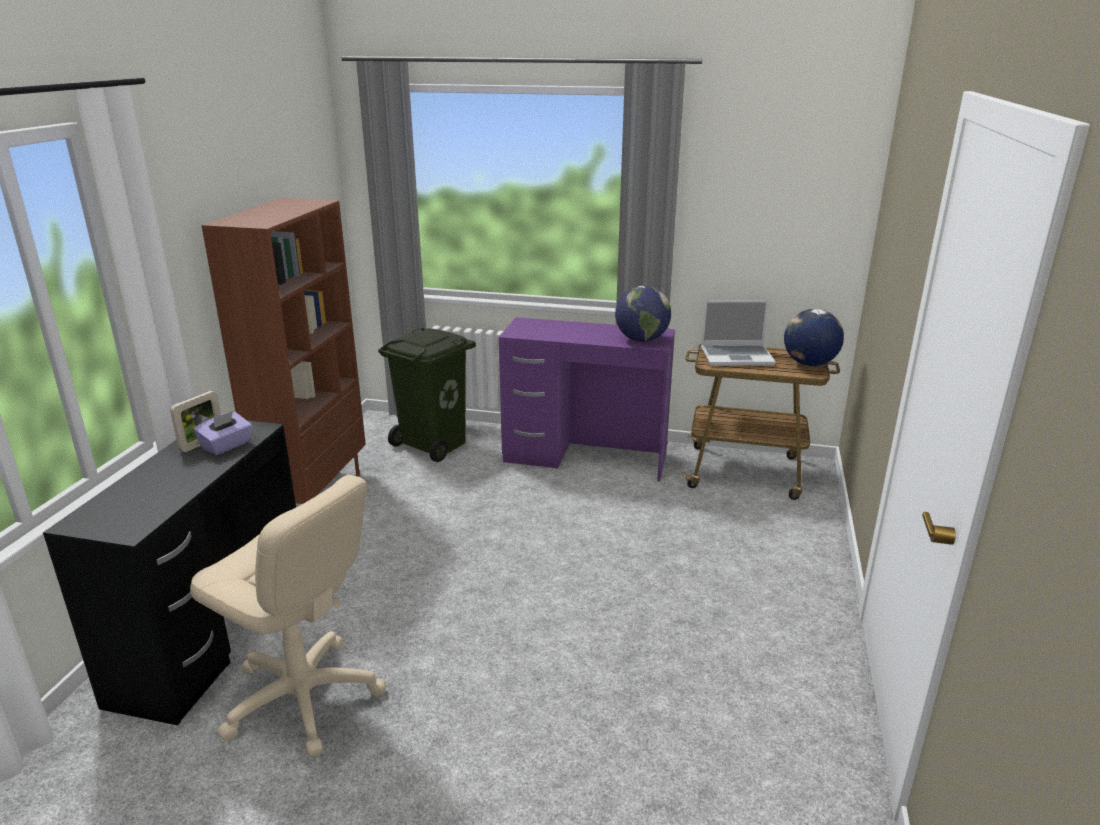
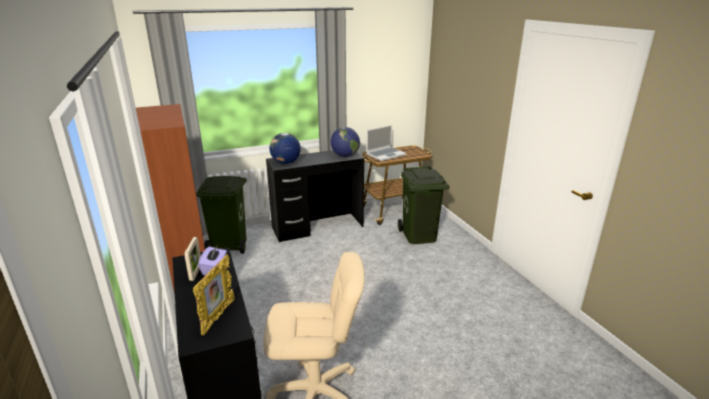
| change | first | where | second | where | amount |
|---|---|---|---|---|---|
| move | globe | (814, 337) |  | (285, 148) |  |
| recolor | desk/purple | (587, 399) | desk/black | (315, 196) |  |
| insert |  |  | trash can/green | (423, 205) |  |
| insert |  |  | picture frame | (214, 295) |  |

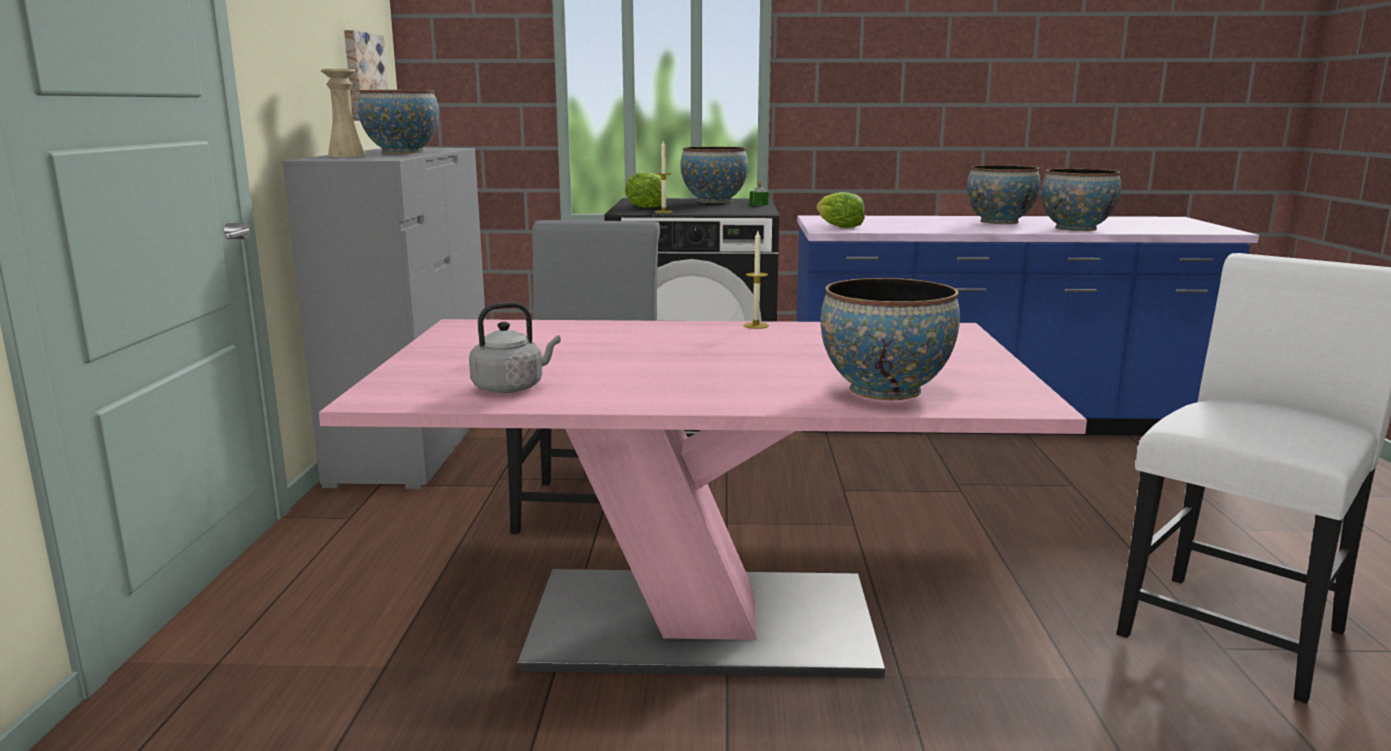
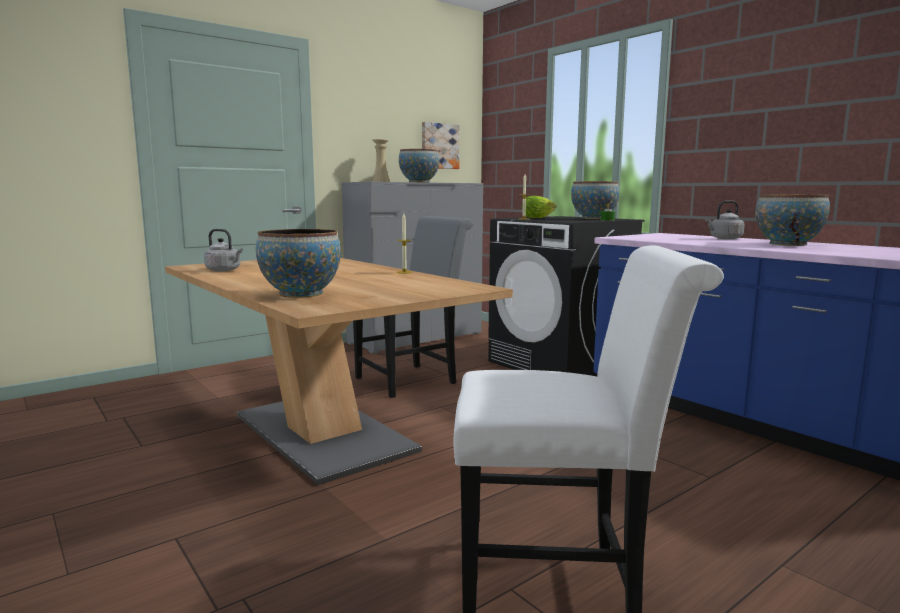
| change | first | where | second | where | amount |
|---|---|---|---|---|---|
| delete | bowl | (1081, 200) |  |  |  |
| delete | lettuce | (840, 210) |  |  |  |
| recolor | dining table/pink | (703, 498) | dining table/brown | (339, 371) |  |
| insert |  |  | kettle/grey | (725, 219) |  |

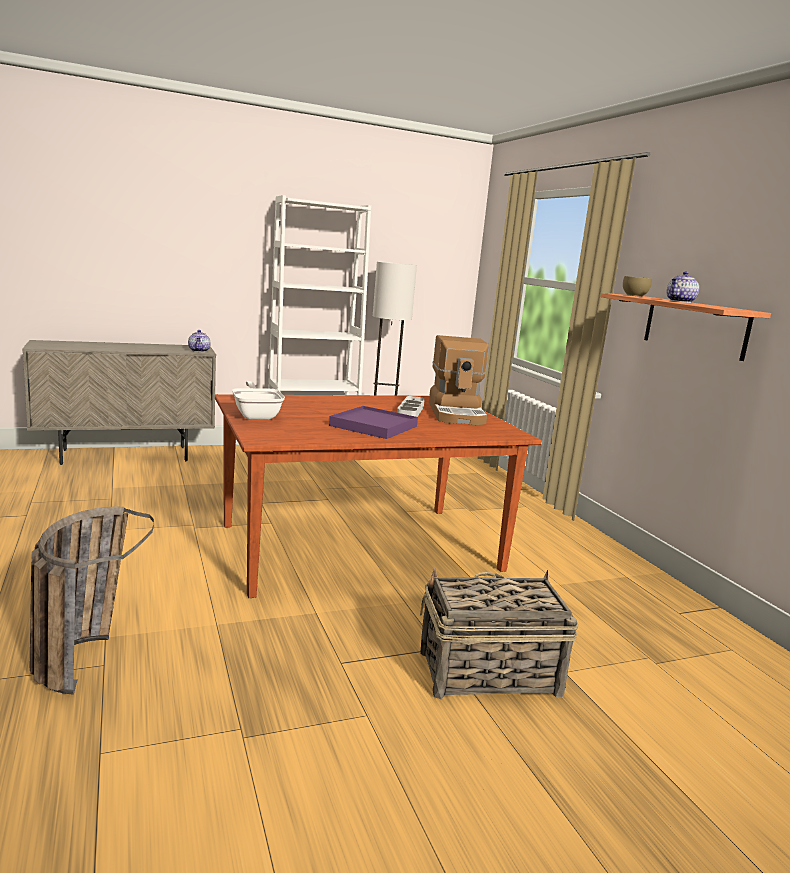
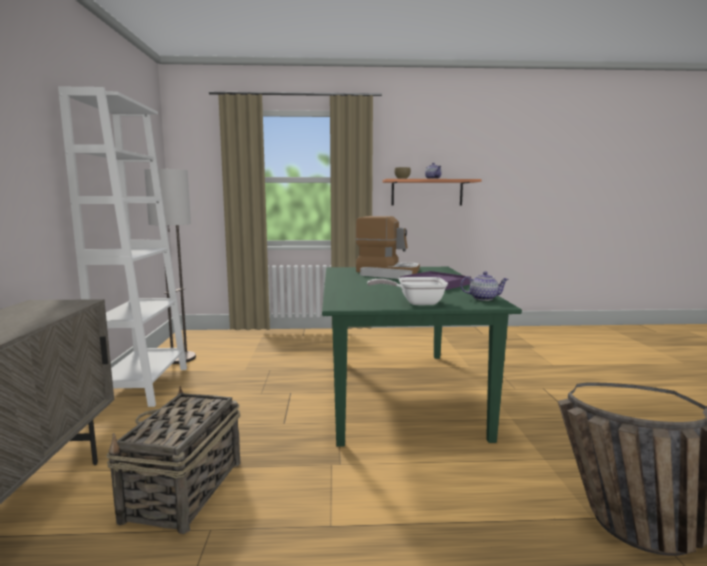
| change | first | where | second | where | amount |
|---|---|---|---|---|---|
| move | teapot | (199, 341) |  | (485, 286) |  |
| recolor | dining table/brown | (378, 496) | dining table/green | (422, 357) |  |
| move | basket | (499, 634) |  | (174, 460) |  |

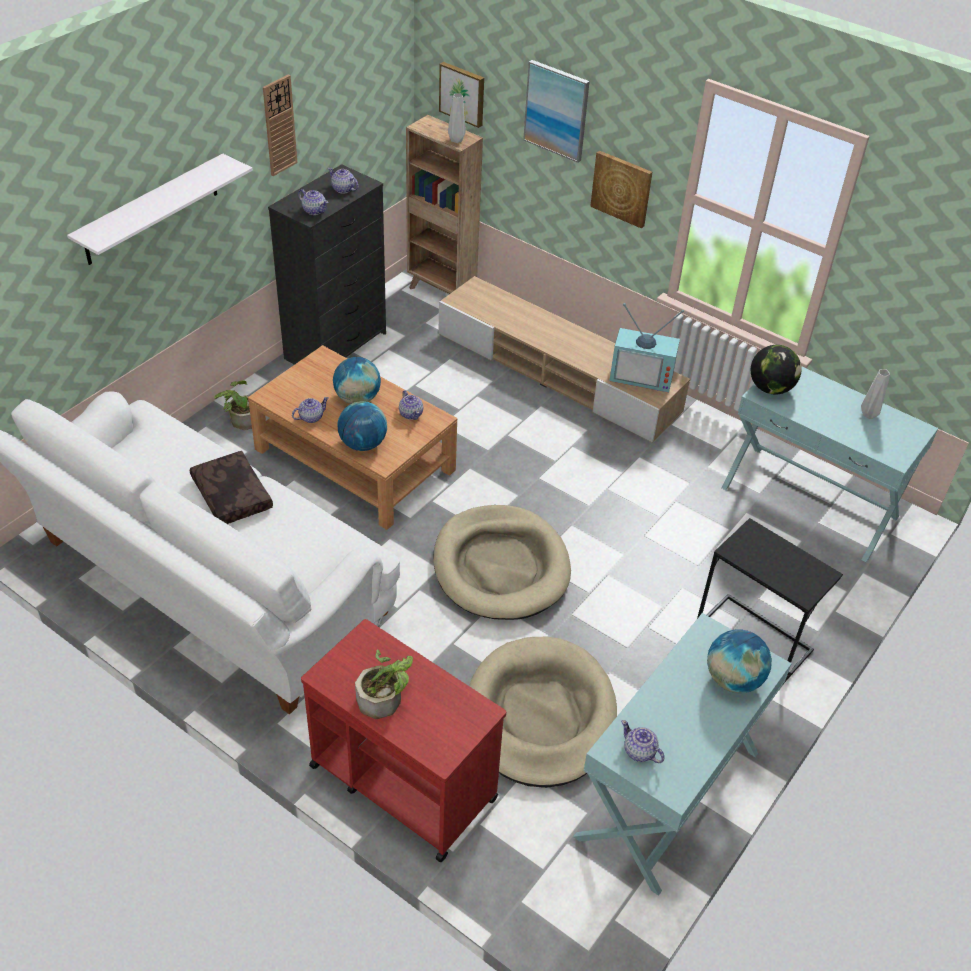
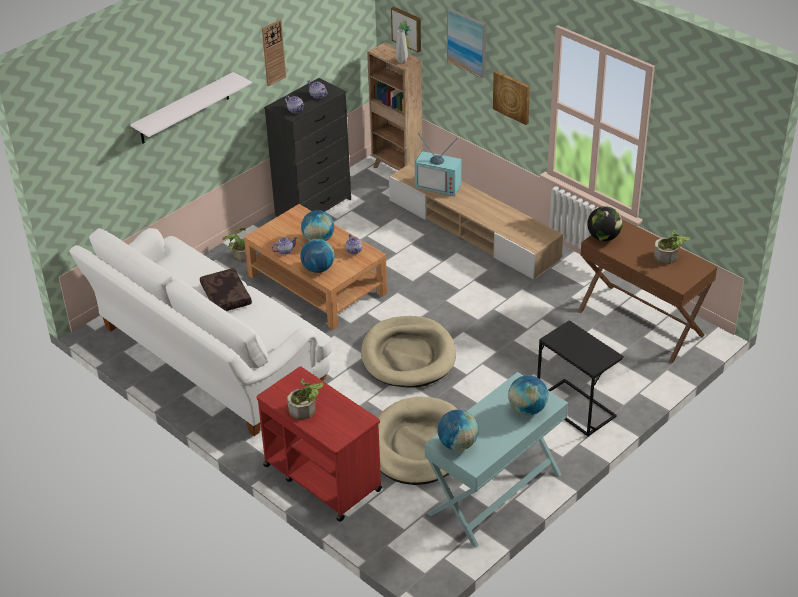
| change | first | where | second | where | amount |
|---|---|---|---|---|---|
| move | television | (646, 347) |  | (438, 164) |  |
| recolor | console table/turquoise | (830, 464) | console table/brown | (647, 291) |  |
| replace | vase/grey | (875, 394) | potted plant | (672, 247) |  |
| replace | teapot | (642, 741) | globe | (458, 430) |  |

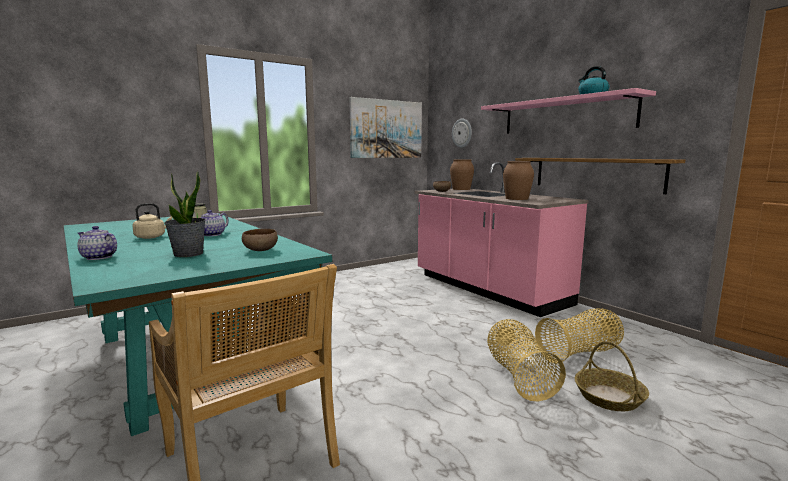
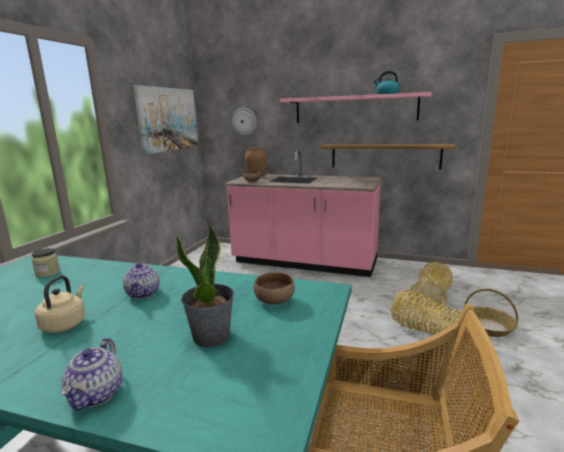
| change | first | where | second | where | amount |
|---|---|---|---|---|---|
| delete | vase/brown | (518, 180) |  |  |  |
| rotate | teapot | (97, 243) |  | (92, 374) | 75 degrees counterclockwise |

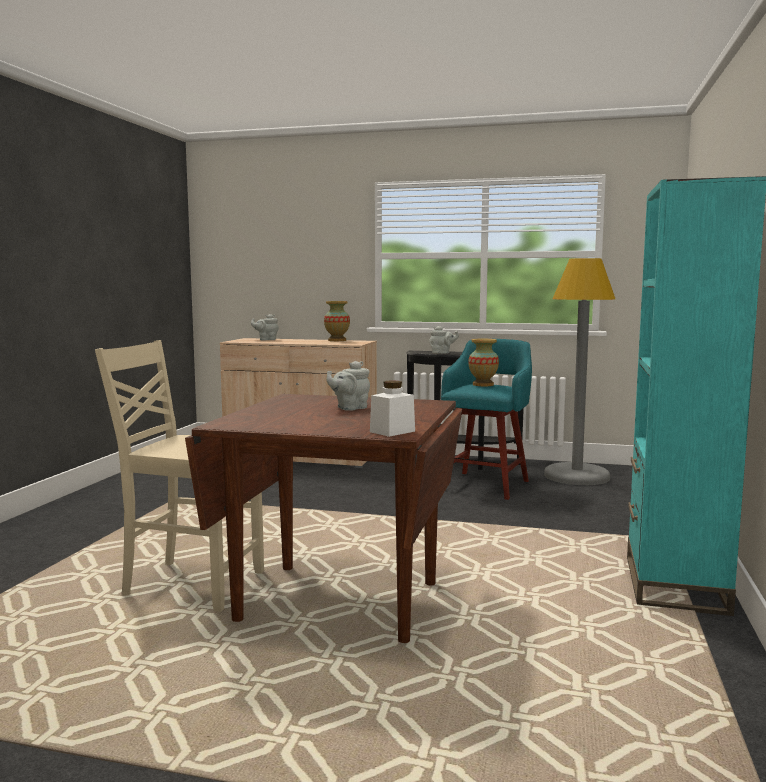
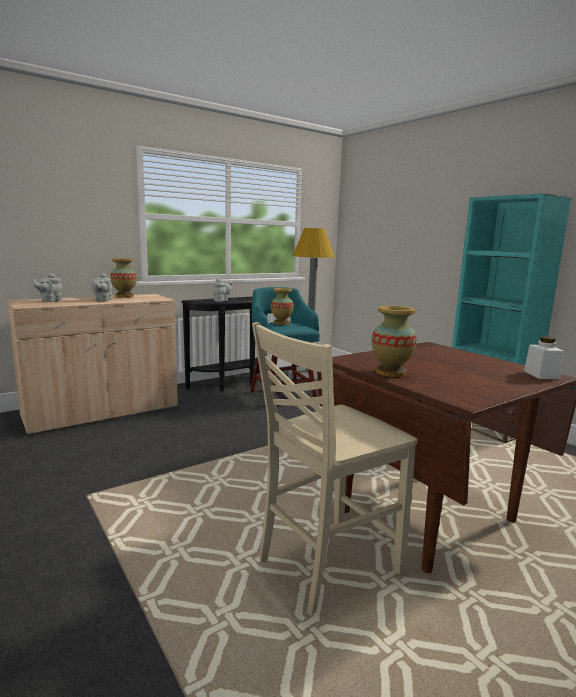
| change | first | where | second | where | amount |
|---|---|---|---|---|---|
| move | teapot/grey | (348, 386) |  | (101, 287) |  |
| insert |  |  | vase | (394, 341) |  |

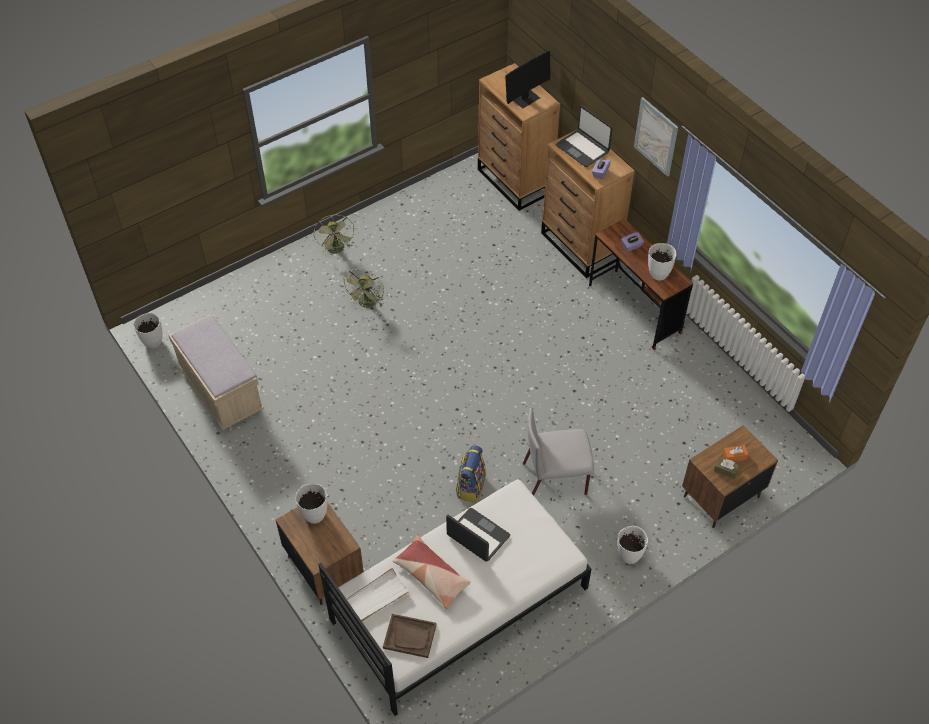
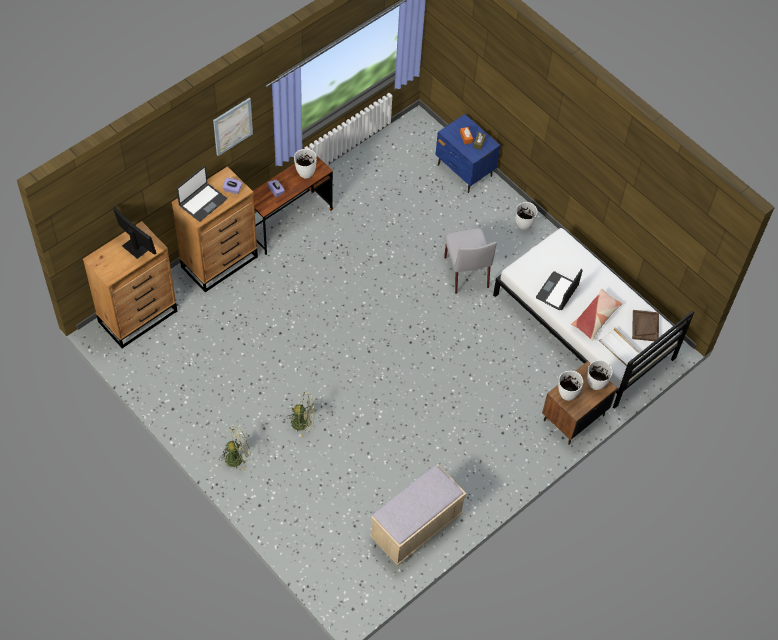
| change | first | where | second | where | amount |
|---|---|---|---|---|---|
| move | vase/white | (148, 330) |  | (599, 375) |  |
| recolor | nightstand/brown | (730, 477) | nightstand/blue | (467, 153) |  |
| delete | backpack | (471, 474) |  |  |  |

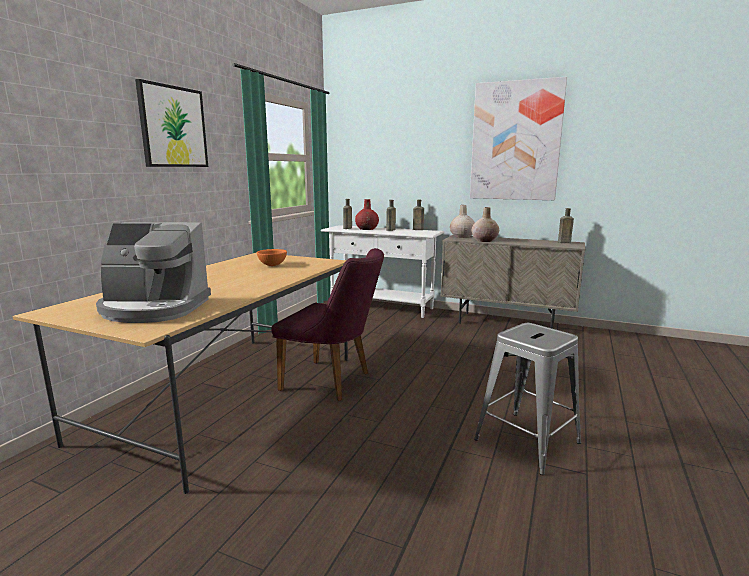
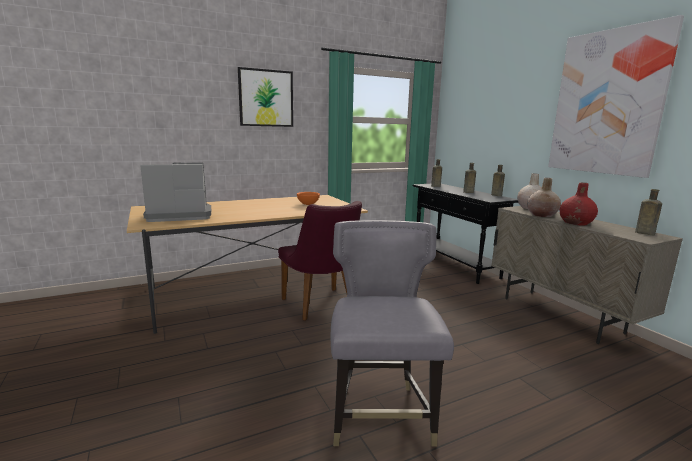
| change | first | where | second | where | amount |
|---|---|---|---|---|---|
| move | vase/red | (367, 214) |  | (579, 203) |  |
| rotate | coffee machine | (153, 272) |  | (175, 192) | 120 degrees clockwise |
| recolor | console table/white | (382, 271) | console table/black | (465, 234) |  |
| replace | stool/grey | (527, 399) | chair/grey | (392, 333) |  |

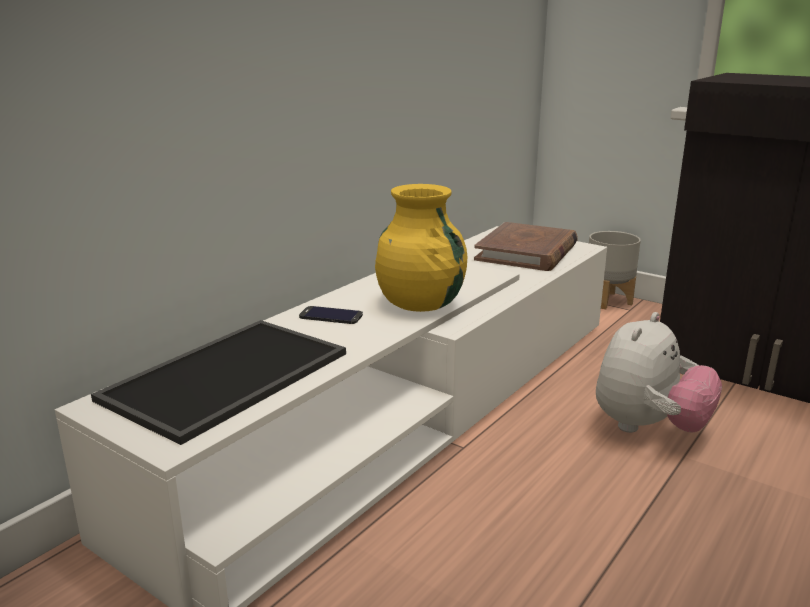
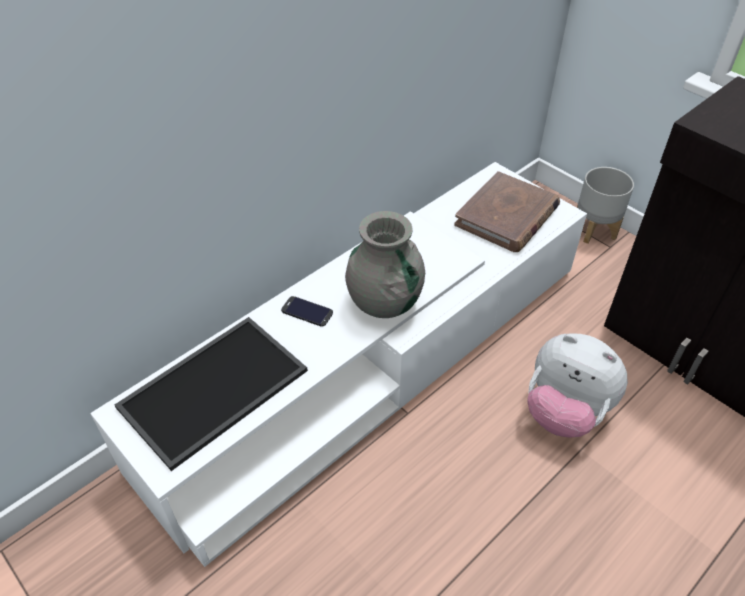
| change | first | where | second | where | amount |
|---|---|---|---|---|---|
| recolor | vase/yellow | (421, 248) | vase/grey | (385, 264) |  |
| rotate | plush toy | (659, 372) |  | (577, 385) | 75 degrees clockwise |

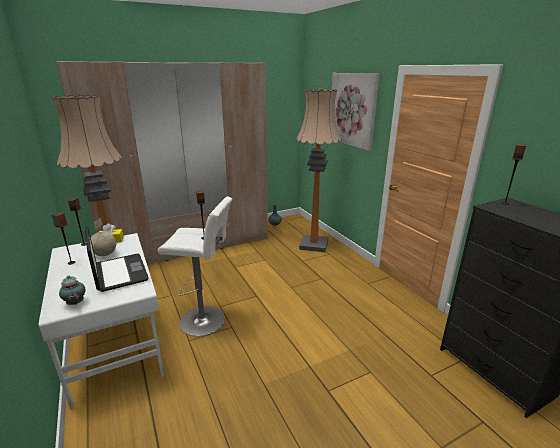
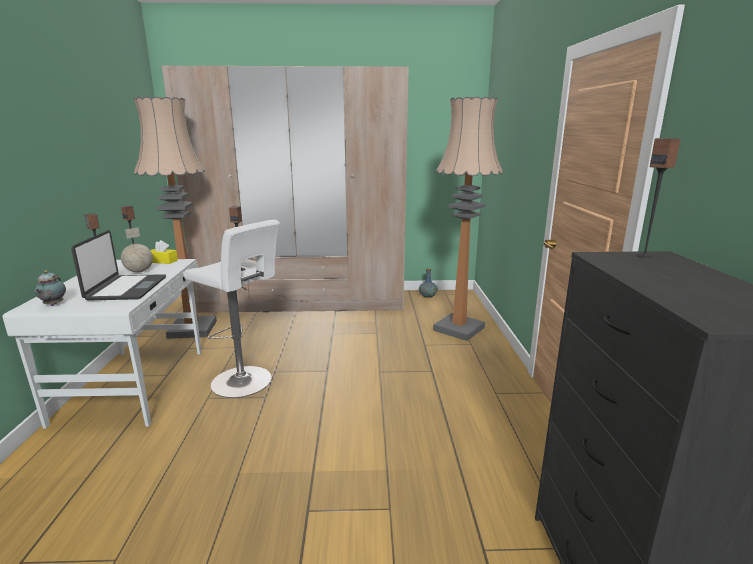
| change | first | where | second | where | amount |
|---|---|---|---|---|---|
| delete | picture | (355, 112) |  |  |  |

